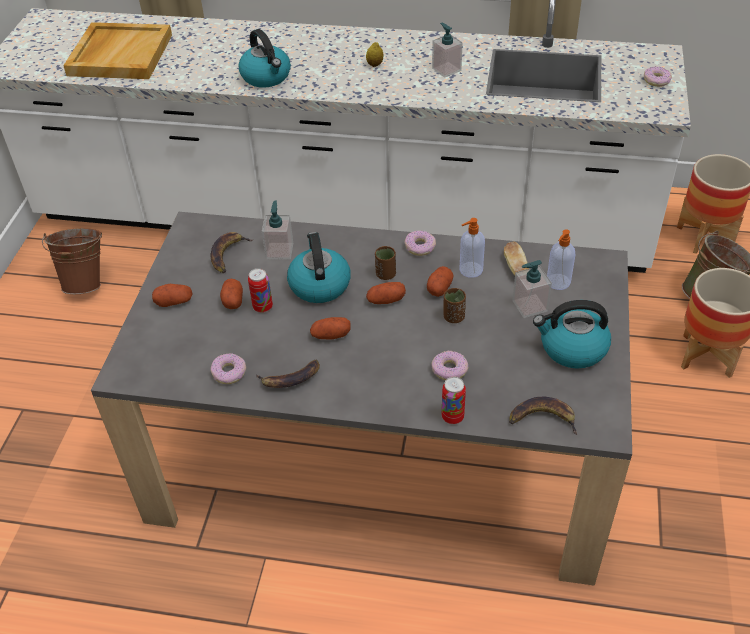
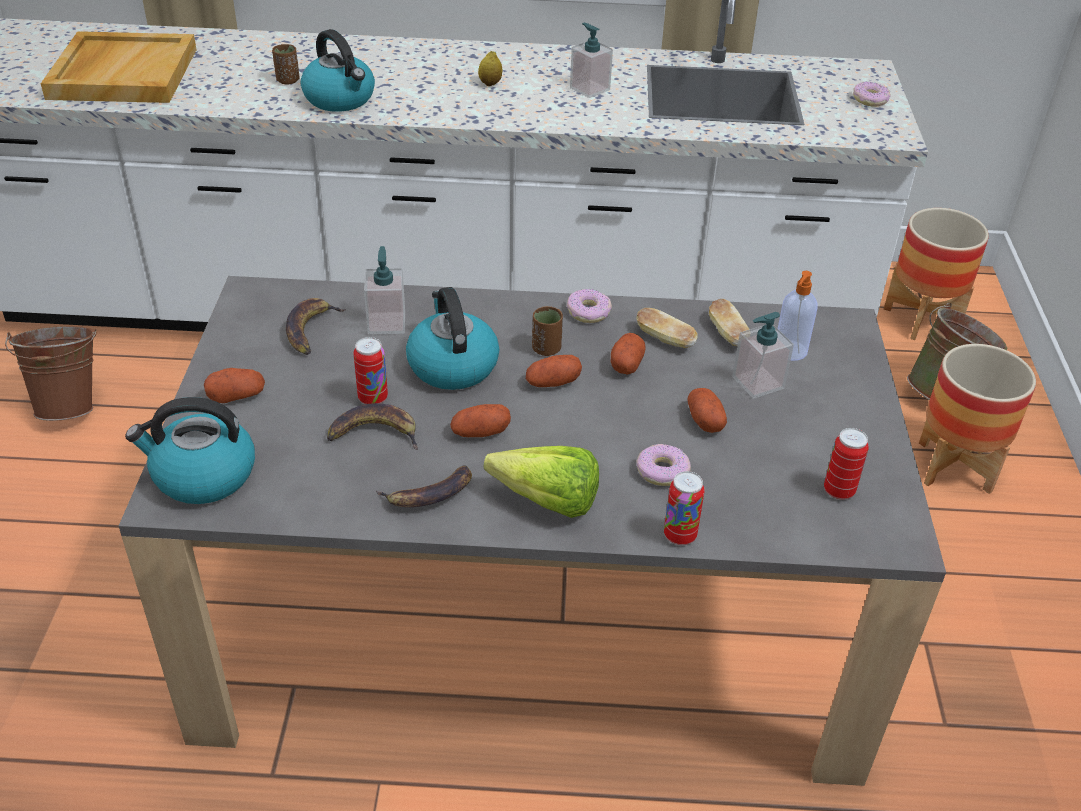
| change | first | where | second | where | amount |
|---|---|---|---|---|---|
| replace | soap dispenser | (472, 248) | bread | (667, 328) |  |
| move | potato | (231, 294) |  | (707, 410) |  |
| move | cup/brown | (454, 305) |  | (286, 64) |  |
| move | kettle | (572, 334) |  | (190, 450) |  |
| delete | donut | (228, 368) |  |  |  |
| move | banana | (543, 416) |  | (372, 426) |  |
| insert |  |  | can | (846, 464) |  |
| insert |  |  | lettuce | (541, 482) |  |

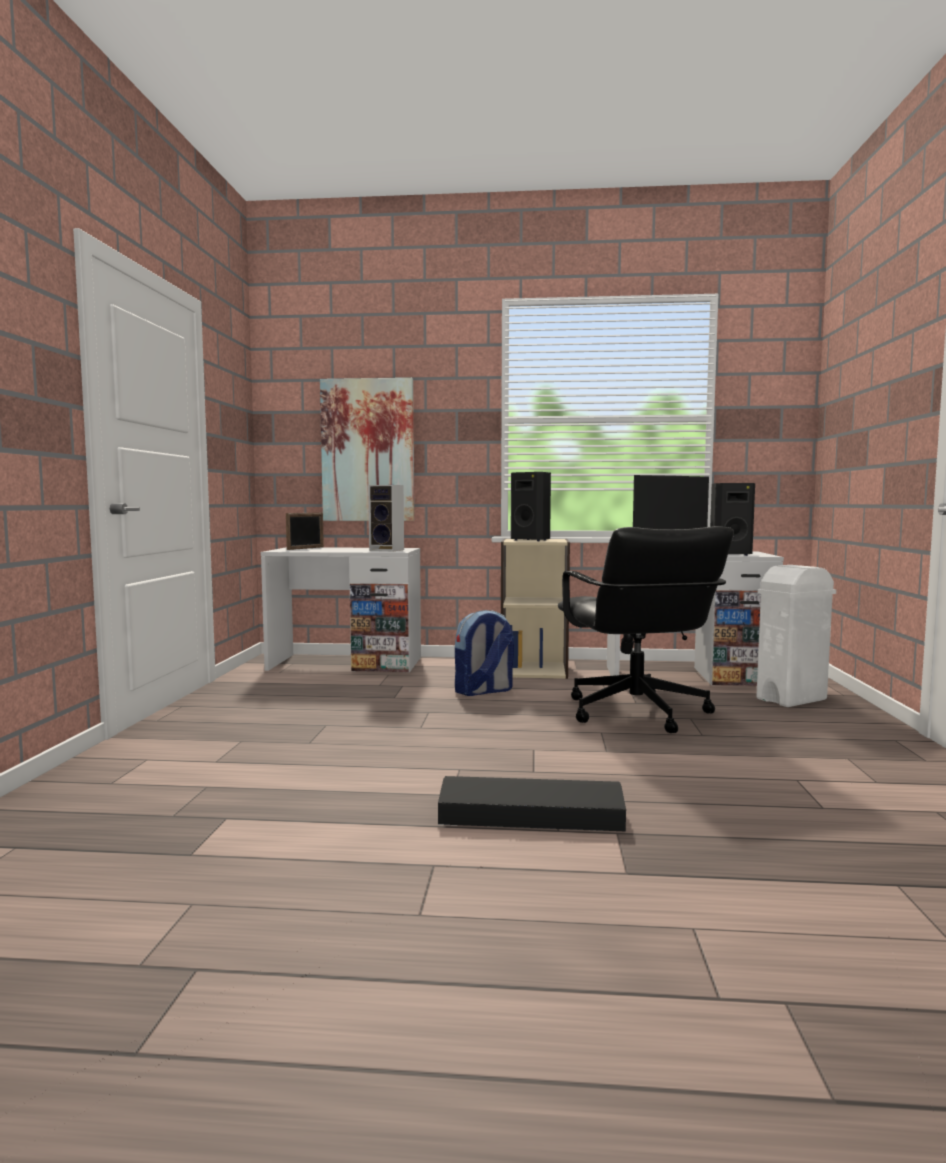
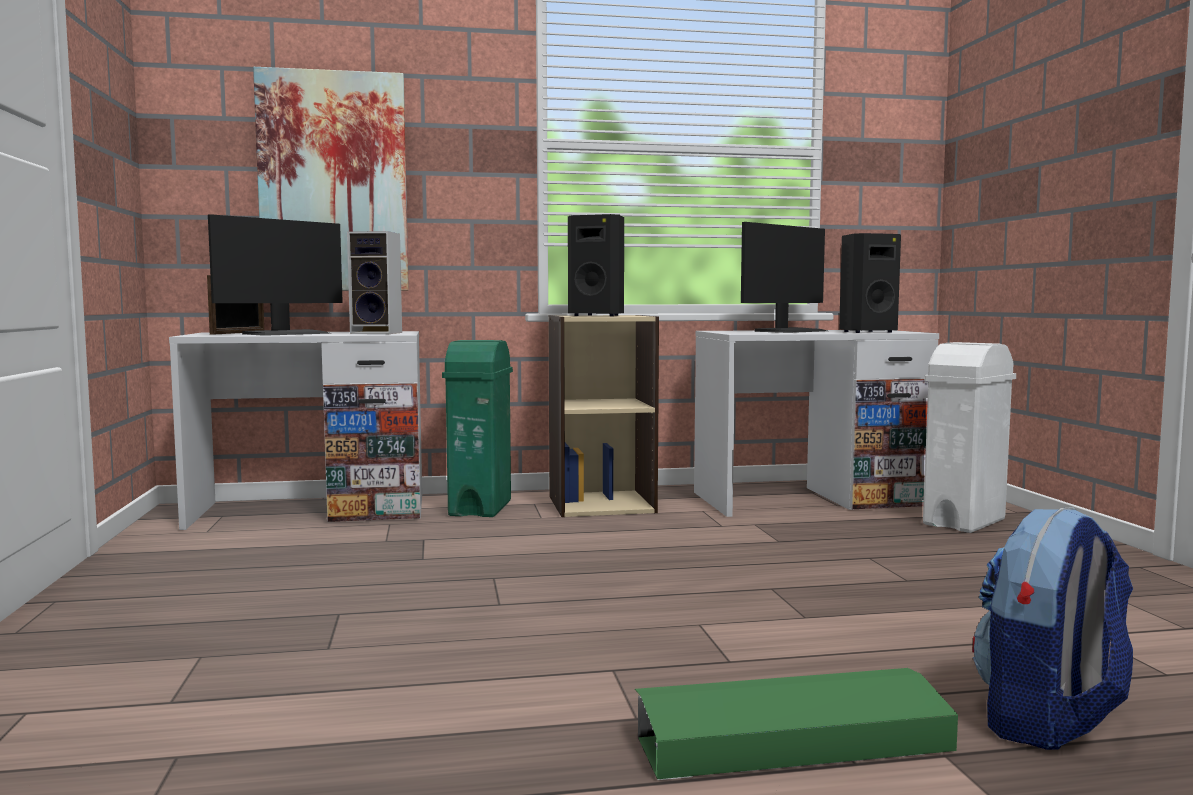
| change | first | where | second | where | amount |
|---|---|---|---|---|---|
| delete | office chair/black | (646, 629) |  |  |  |
| move | backpack | (484, 653) |  | (1052, 628) |  |
| recolor | storage box/black | (532, 803) | storage box/green | (796, 724) |  |
| insert |  |  | monitor | (275, 275) |  |
| insert |  |  | trash can/green | (477, 428) |  |

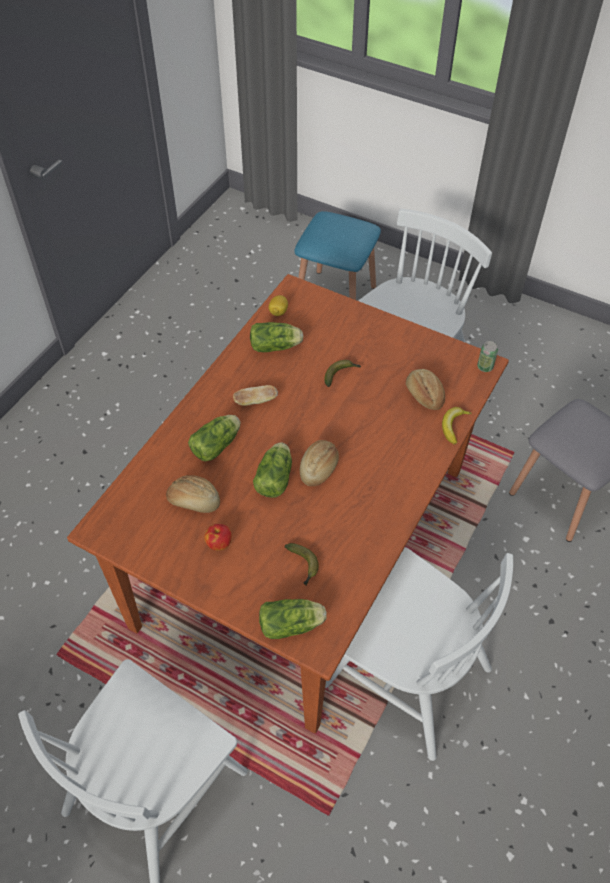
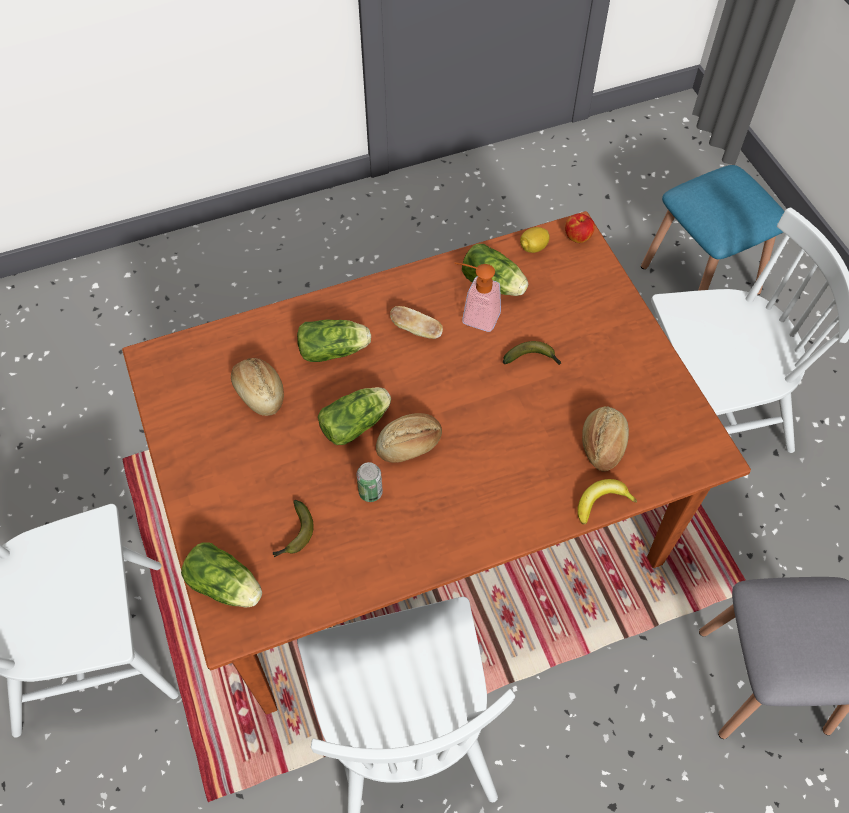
| change | first | where | second | where | amount |
|---|---|---|---|---|---|
| move | can | (487, 356) |  | (369, 482) |  |
| move | apple | (218, 537) |  | (580, 228) |  |
| insert |  |  | soap dispenser | (478, 297) |  |

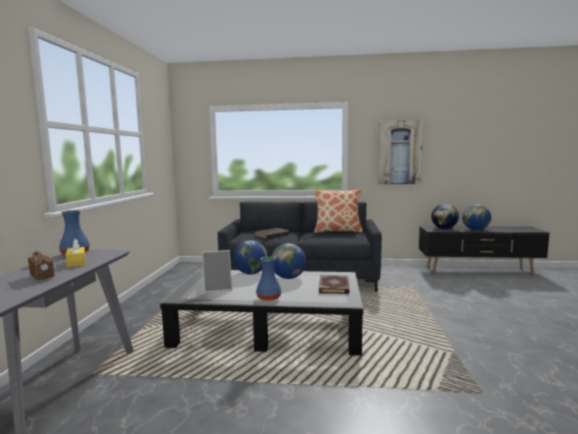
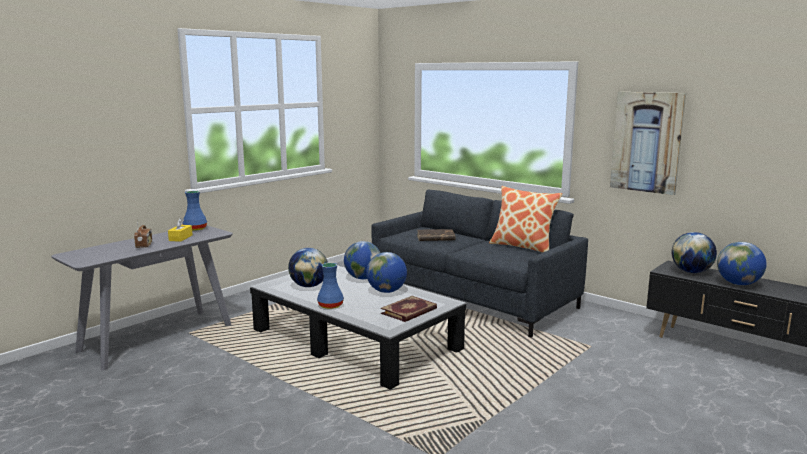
| change | first | where | second | where | amount |
|---|---|---|---|---|---|
| replace | picture frame | (217, 271) | globe | (308, 267) |  |

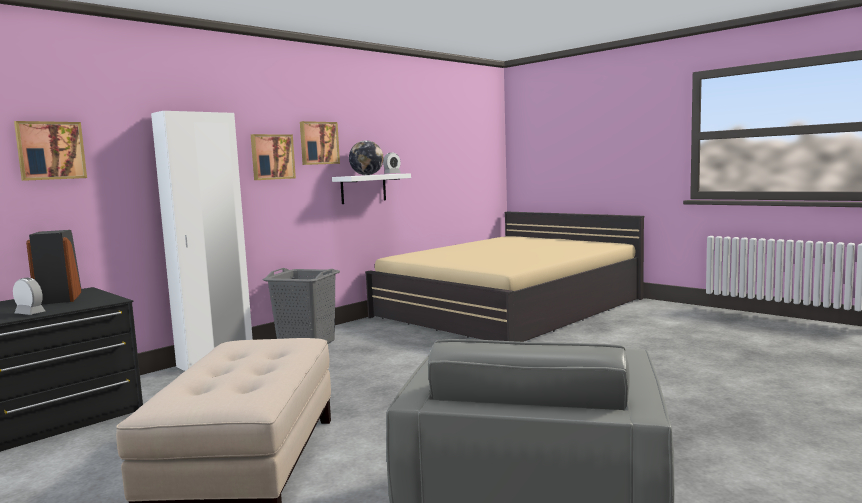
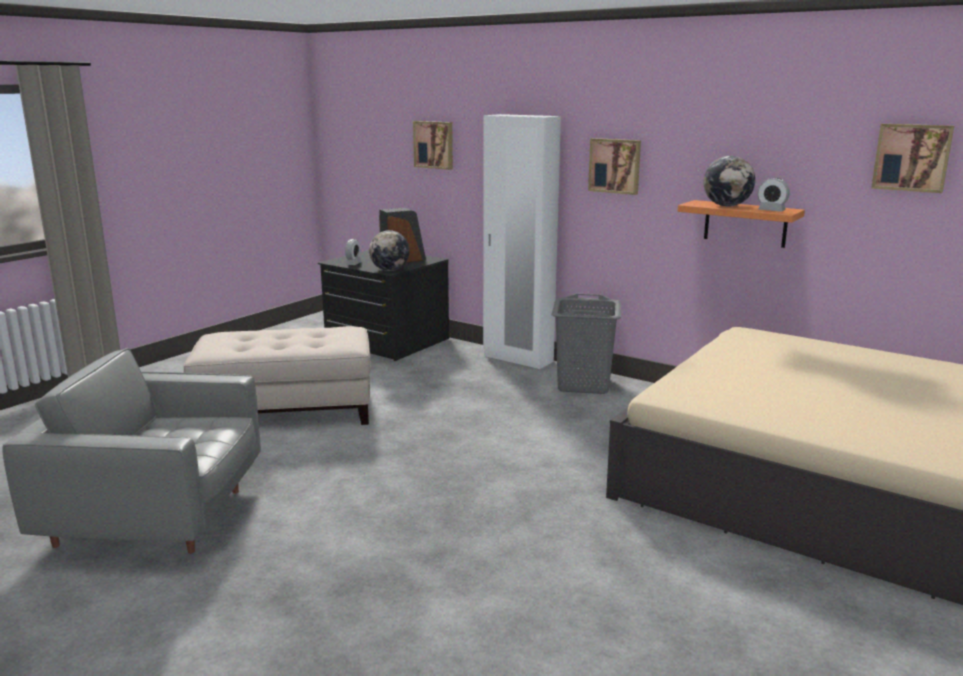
| change | first | where | second | where | amount |
|---|---|---|---|---|---|
| move | picture | (320, 143) |  | (912, 158) |  |
| recolor | shelf/white | (371, 189) | shelf/orange | (741, 224) |  |
| insert |  |  | globe | (389, 250) |  |

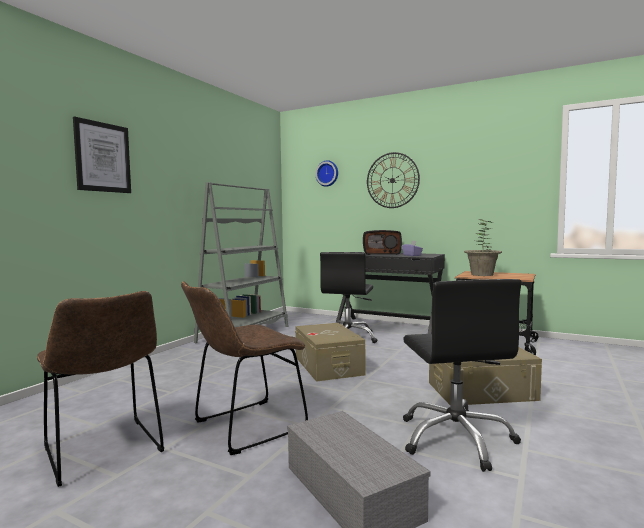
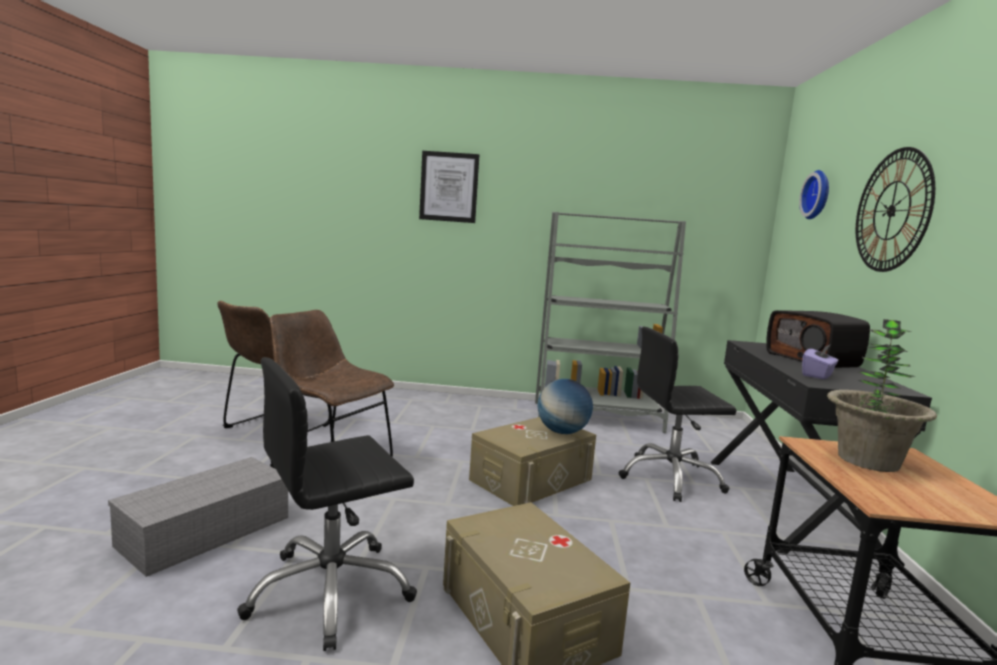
| change | first | where | second | where | amount |
|---|---|---|---|---|---|
| insert |  |  | globe | (565, 406) |  |

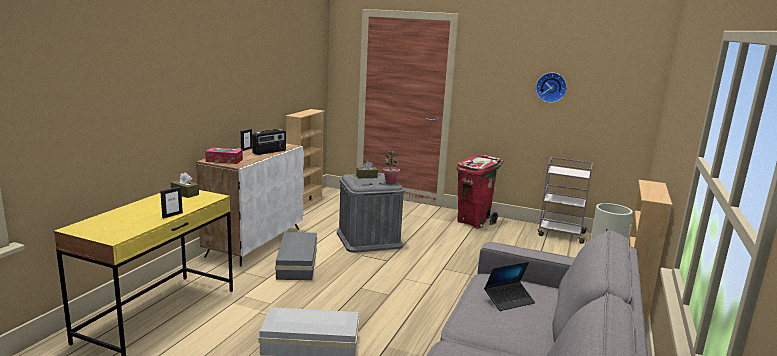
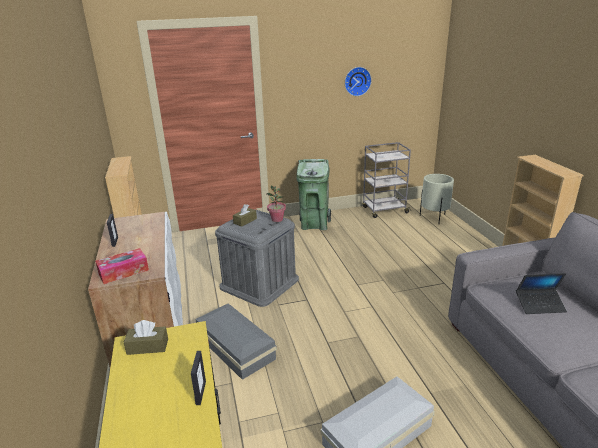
| change | first | where | second | where | amount |
|---|---|---|---|---|---|
| delete | radio | (269, 142) |  |  |  |
| recolor | trash can/red | (480, 191) | trash can/green | (313, 194) |  |
| rotate | laptop | (509, 286) |  | (541, 293) | 60 degrees clockwise |

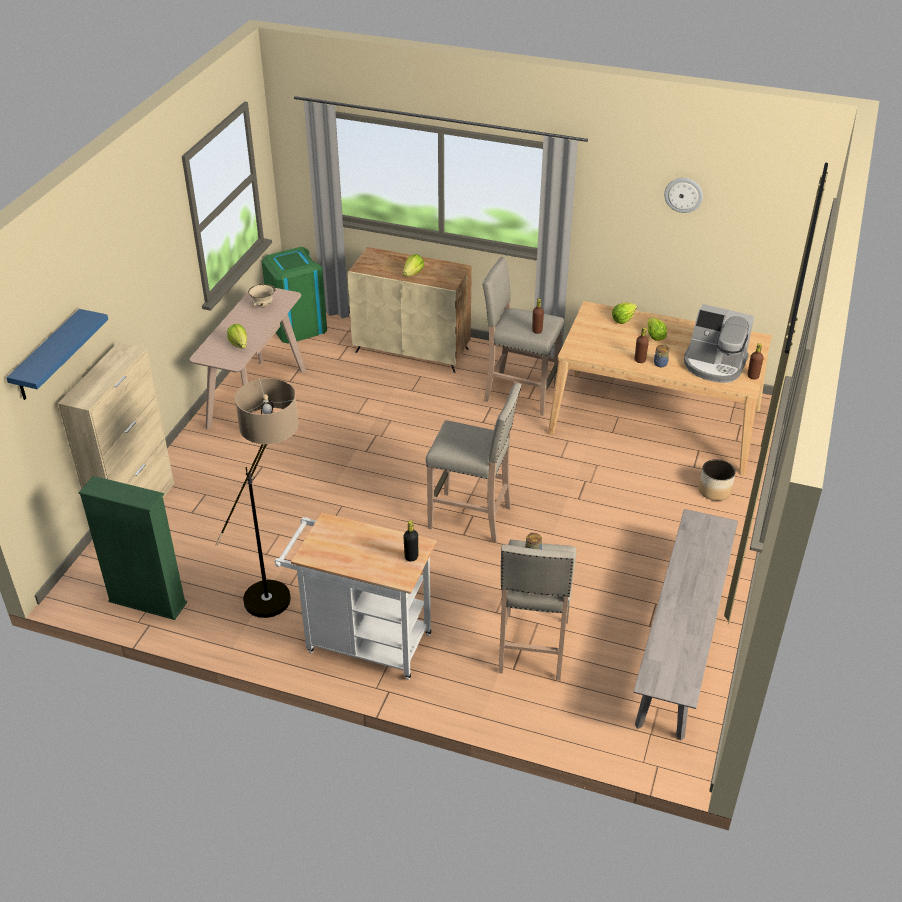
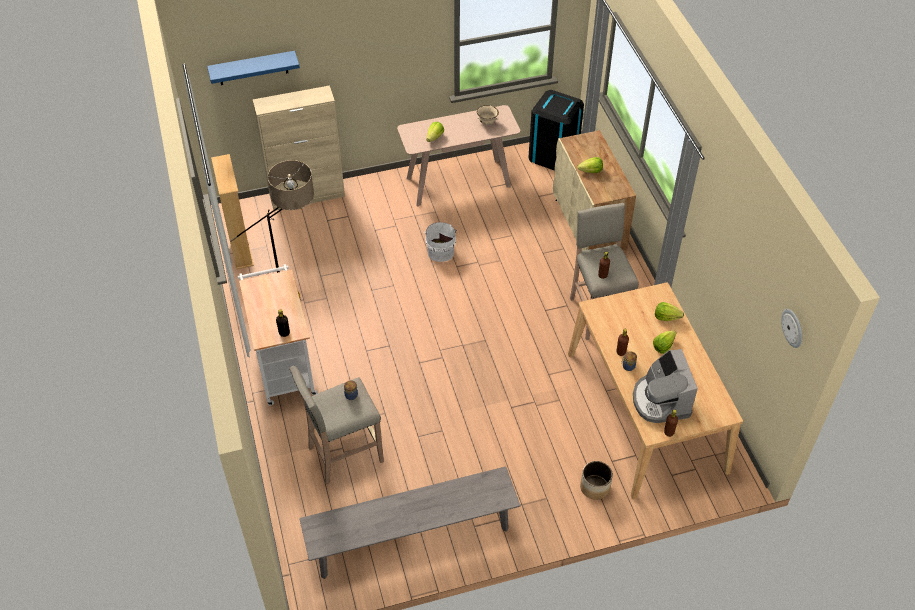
| change | first | where | second | where | amount |
|---|---|---|---|---|---|
| move | wall clock | (683, 195) |  | (791, 328) |  |
| recolor | trash can/green | (294, 295) | trash can/black | (556, 130) |  |
| delete | stool/beige | (473, 463) |  |  |  |
| recolor | bookcase/green | (133, 548) | bookcase/beige | (232, 212) |  |
| insert |  |  | bucket/white | (441, 242) |  |

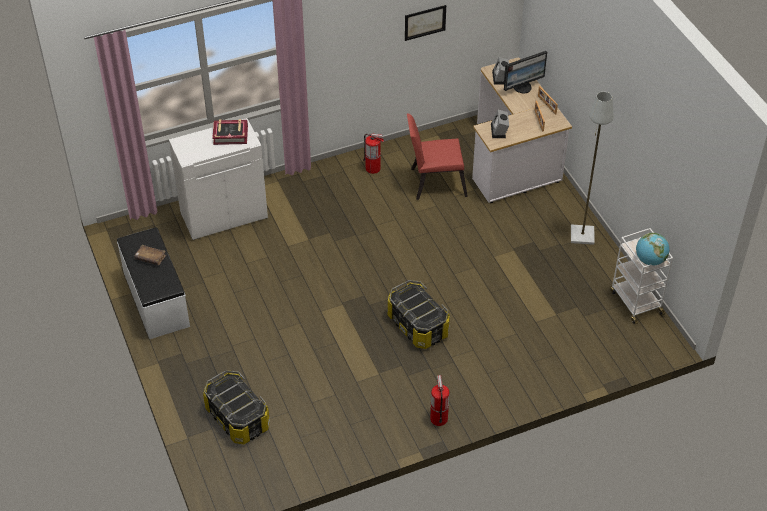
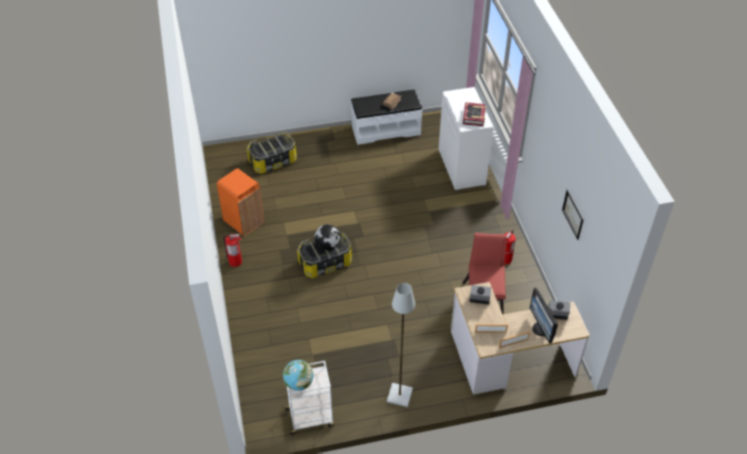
| change | first | where | second | where | amount |
|---|---|---|---|---|---|
| insert |  |  | trash can/orange | (240, 202) |  |
| insert |  |  | globe | (327, 237) |  |

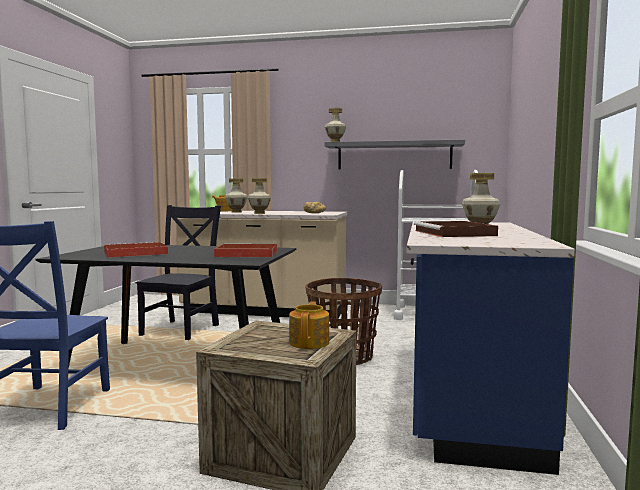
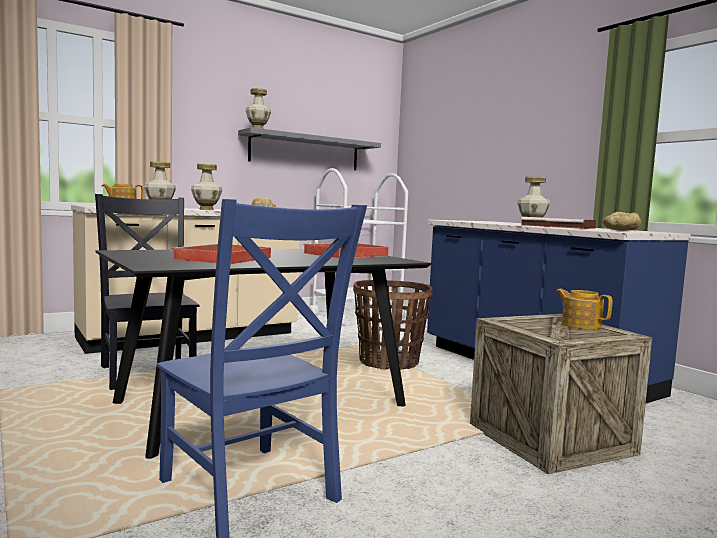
| change | first | where | second | where | amount |
|---|---|---|---|---|---|
| insert |  |  | bread | (621, 221) |  |

